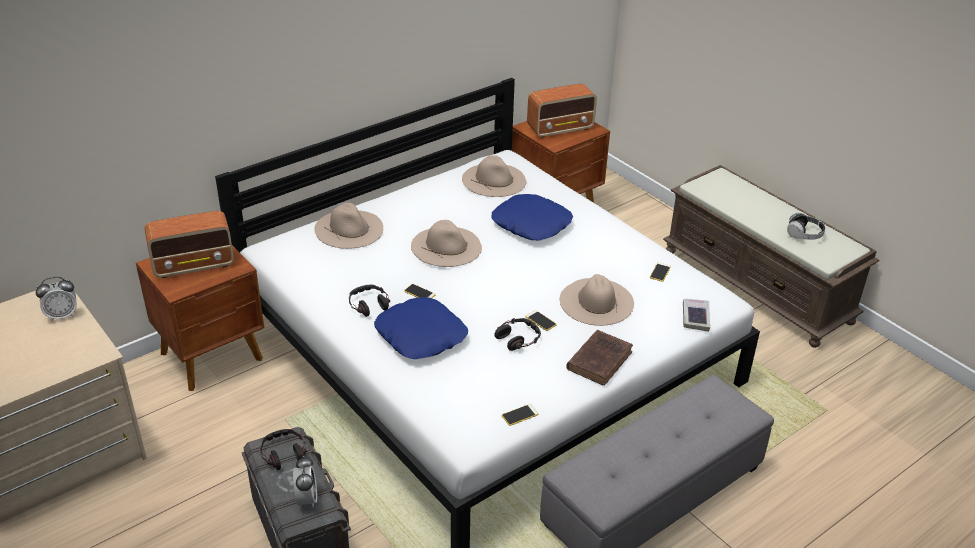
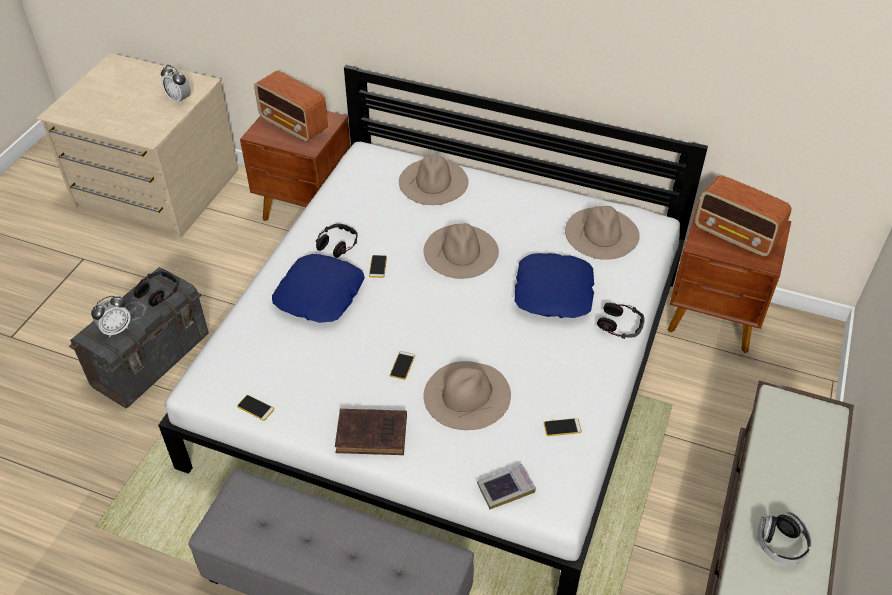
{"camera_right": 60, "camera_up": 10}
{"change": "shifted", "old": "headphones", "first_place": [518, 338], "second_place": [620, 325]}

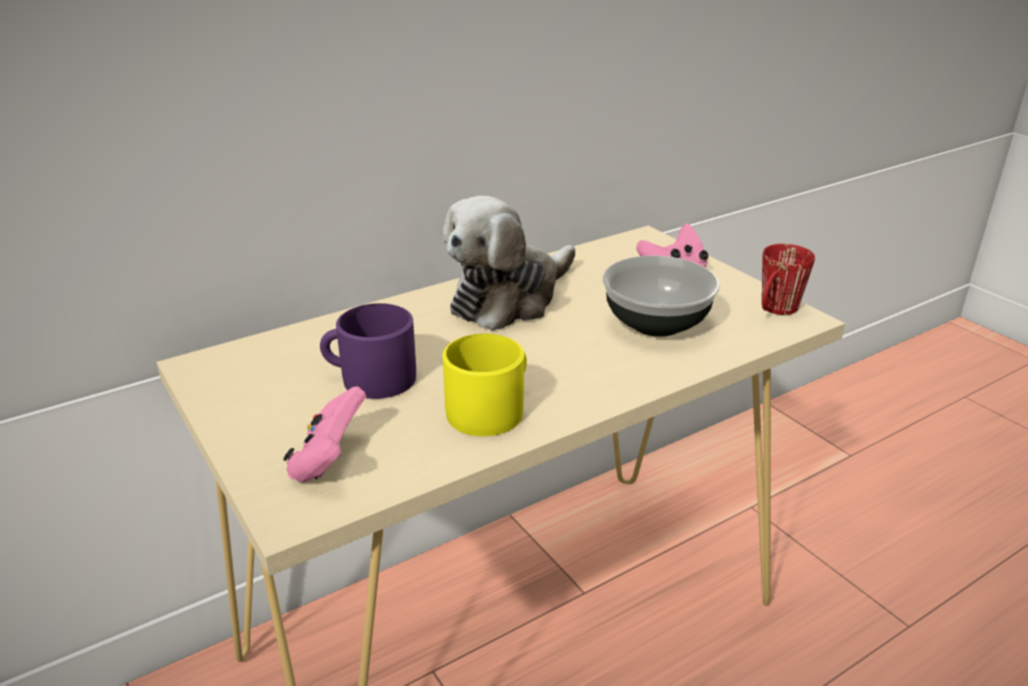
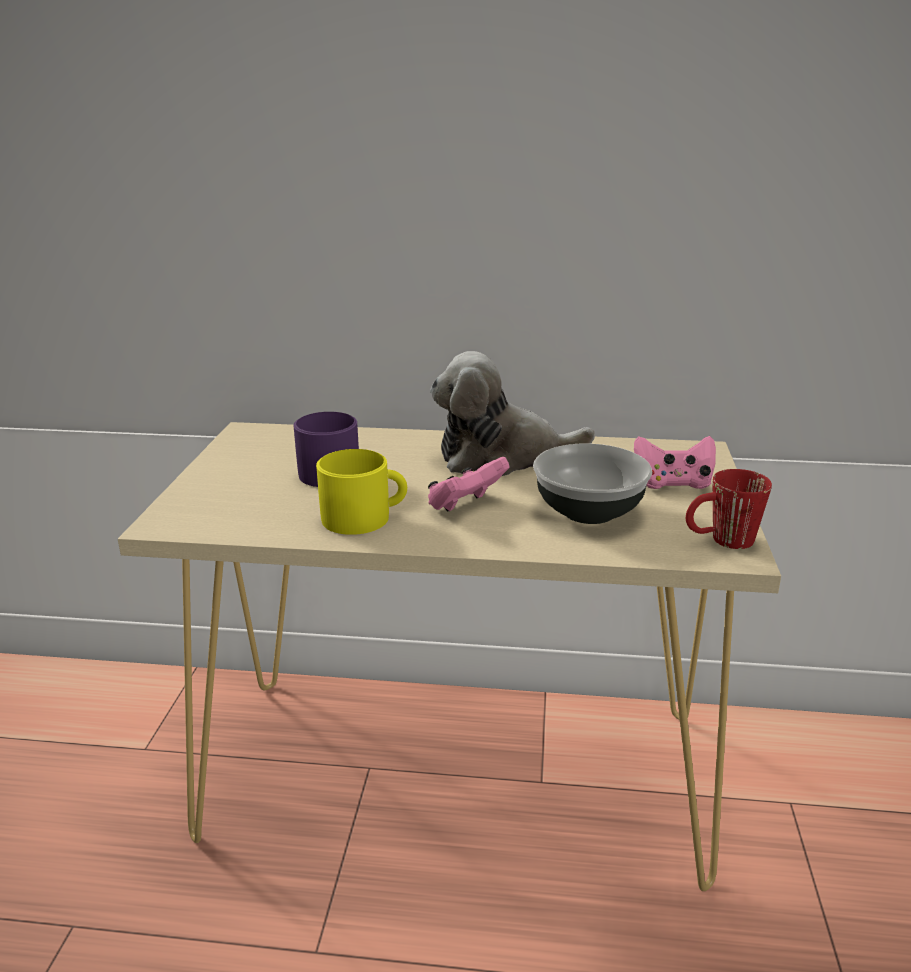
{"camera_right": 40, "camera_up": -5}
{"change": "shifted", "old": "pink game controller", "first_place": [328, 461], "second_place": [465, 505]}

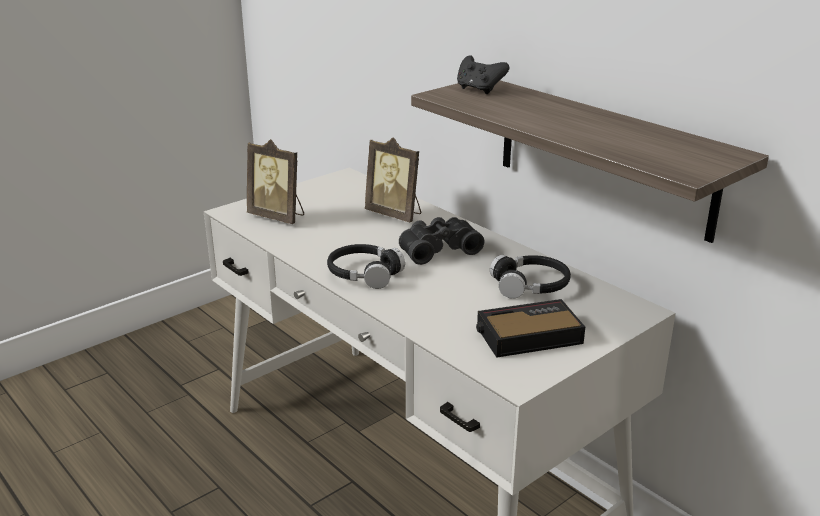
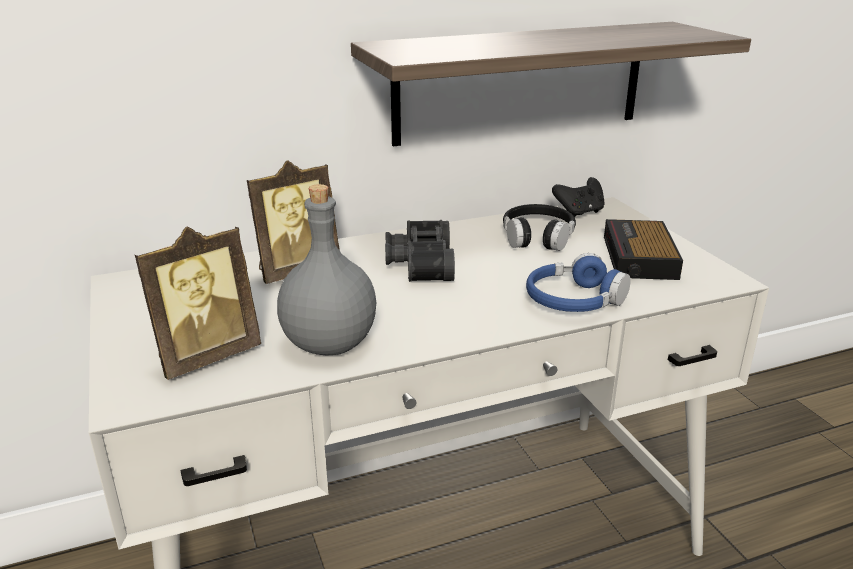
{"camera_right": -70, "camera_up": 0}
{"change": "gone", "old": "black headphones", "first_place": [364, 274]}
{"change": "new", "new": "grey bottle", "second_place": [328, 343]}
{"change": "new", "new": "blue headphones", "second_place": [574, 300]}
{"change": "shifted", "old": "black game controller", "first_place": [479, 90], "second_place": [579, 213]}

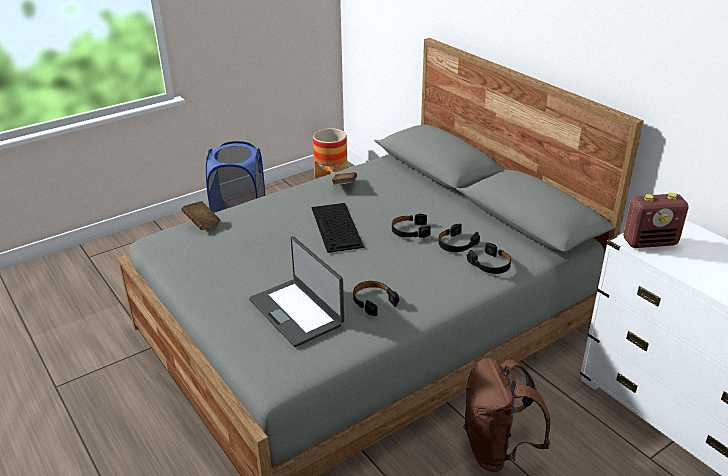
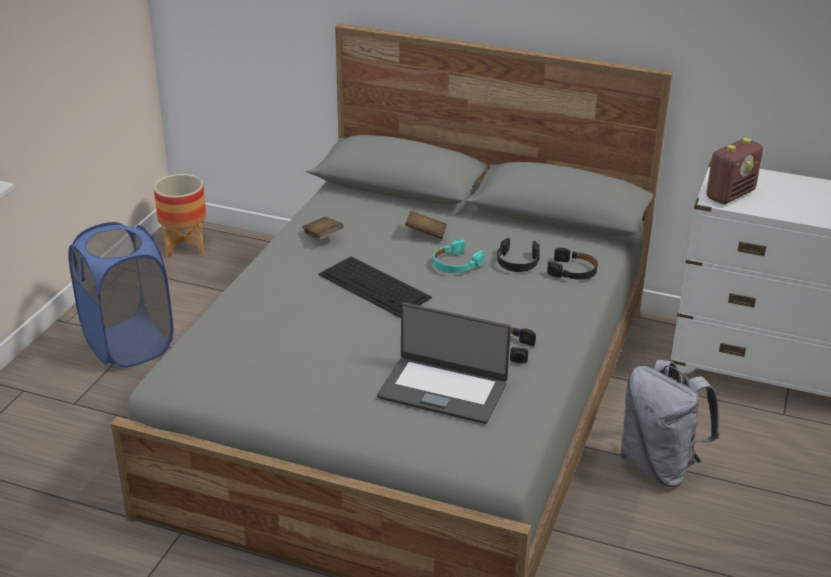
{"camera_right": -35, "camera_up": 0}
{"change": "shifted", "old": "brown book", "first_place": [202, 223], "second_place": [425, 235]}
{"change": "repainted", "old": "black headphones", "new": "turquoise headphones", "first_place": [410, 231], "second_place": [455, 264]}
{"change": "repainted", "old": "brown backpack", "new": "grey backpack", "first_place": [497, 450], "second_place": [659, 466]}

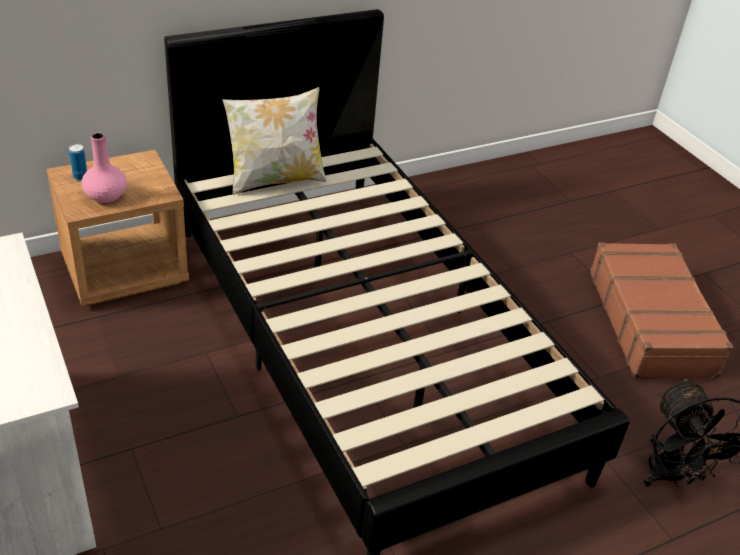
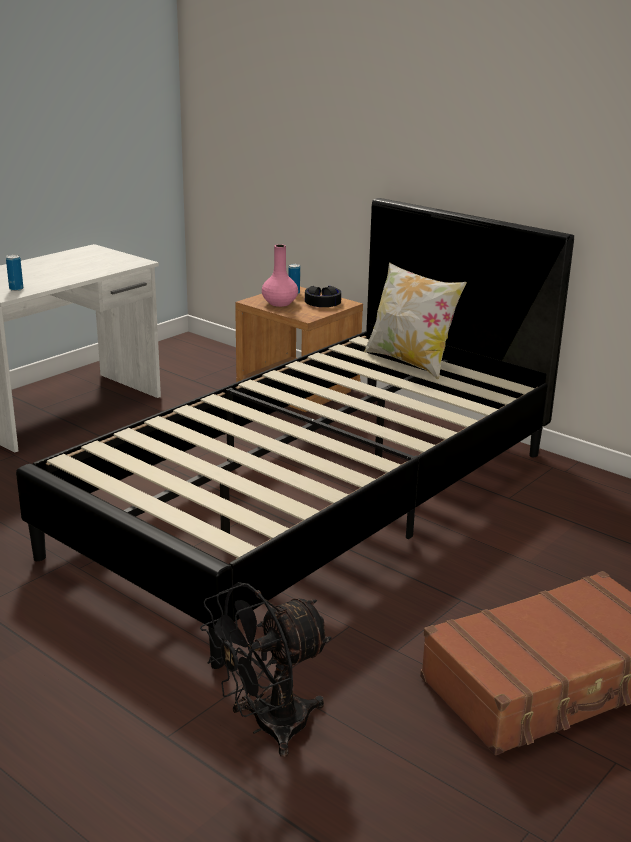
{"camera_right": 70, "camera_up": -15}
{"change": "new", "new": "can", "second_place": [16, 289]}
{"change": "new", "new": "black headphones", "second_place": [322, 302]}

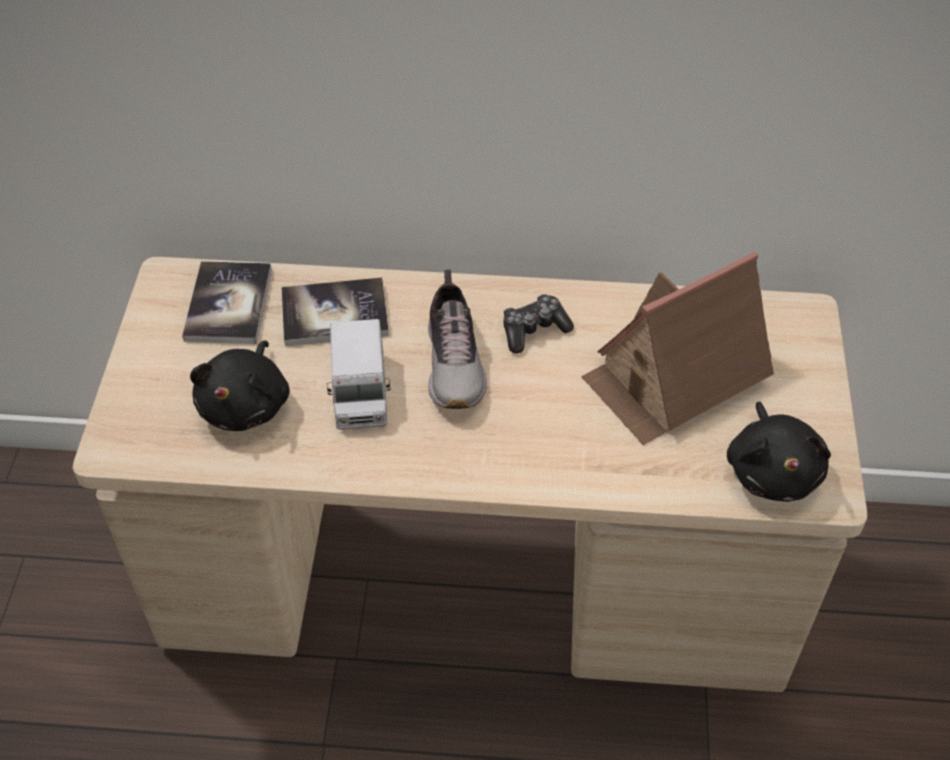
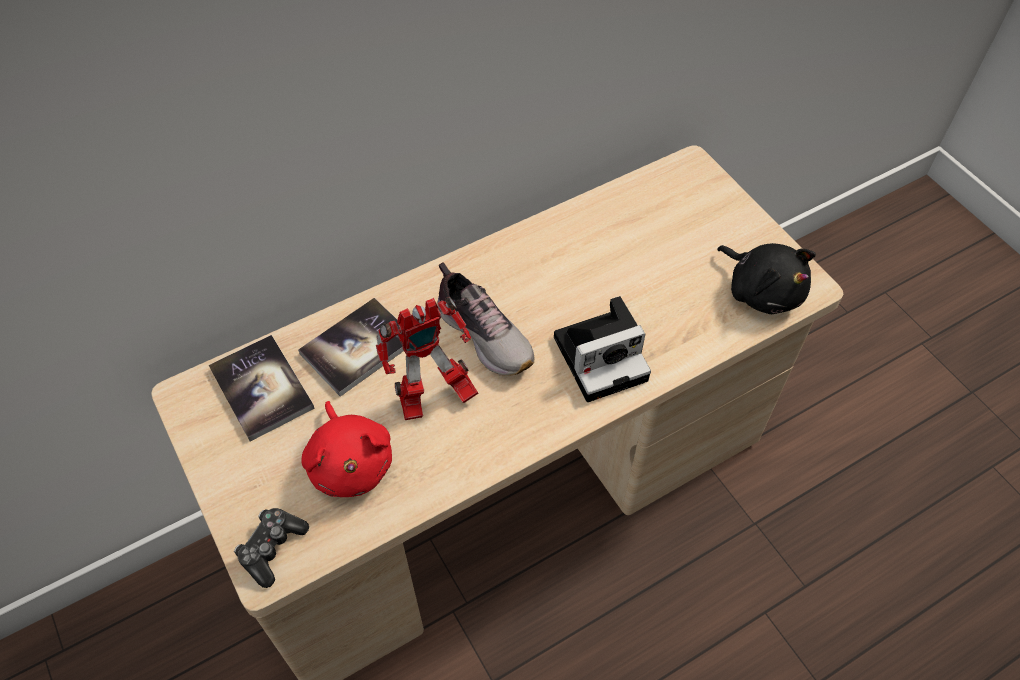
{"camera_right": -35, "camera_up": 5}
{"change": "gone", "old": "toy house", "first_place": [675, 377]}
{"change": "new", "new": "photo camera", "second_place": [603, 356]}
{"change": "shifted", "old": "game controller", "first_place": [534, 330], "second_place": [272, 548]}
{"change": "swapped", "old": "toy truck", "new": "toy robot", "first_place": [360, 392], "second_place": [433, 399]}
{"change": "repainted", "old": "black plush toy", "new": "red plush toy", "first_place": [247, 404], "second_place": [350, 463]}

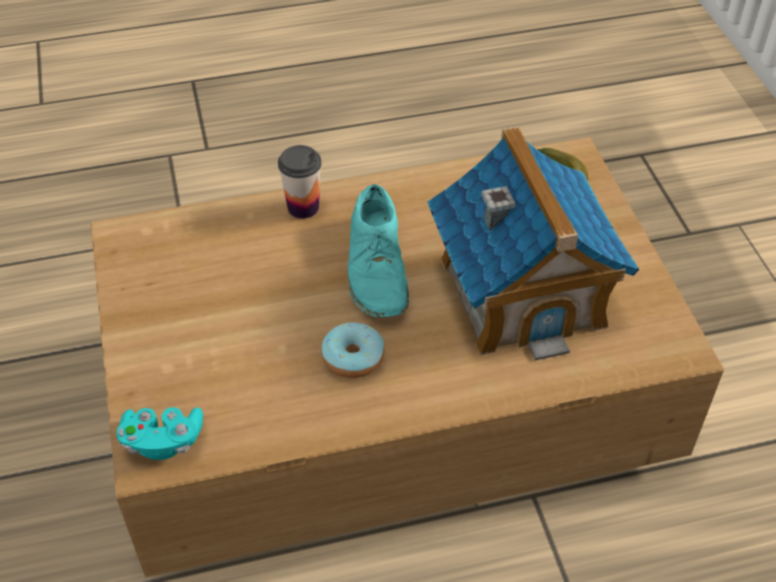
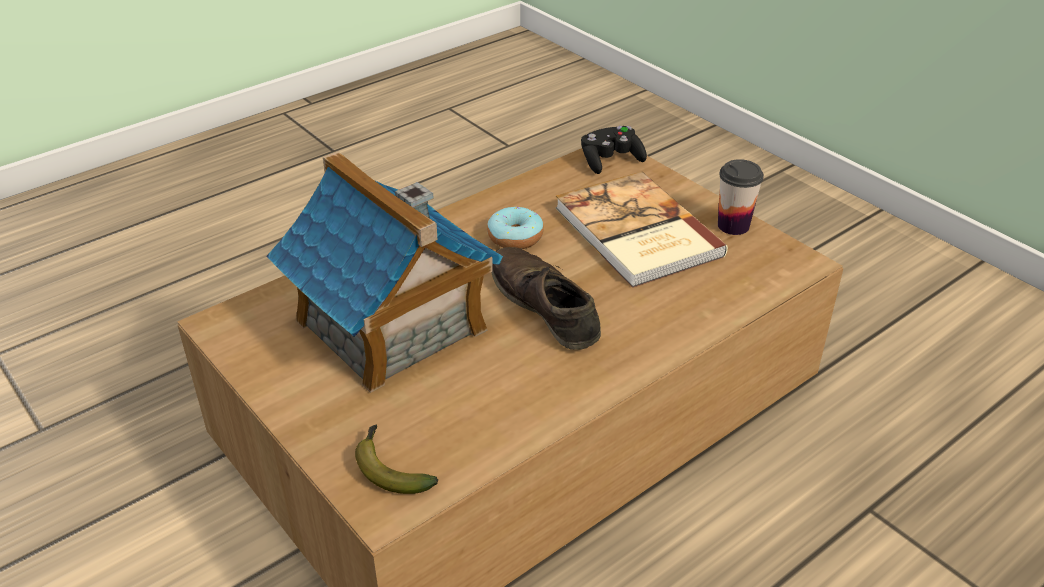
{"camera_right": 155, "camera_up": -10}
{"change": "new", "new": "book", "second_place": [635, 233]}
{"change": "shifted", "old": "cup", "first_place": [303, 207], "second_place": [733, 226]}
{"change": "repainted", "old": "turquoise game controller", "new": "black game controller", "first_place": [162, 441], "second_place": [610, 161]}
{"change": "repainted", "old": "turquoise shoe", "new": "brown shoe", "first_place": [377, 268], "second_place": [544, 306]}

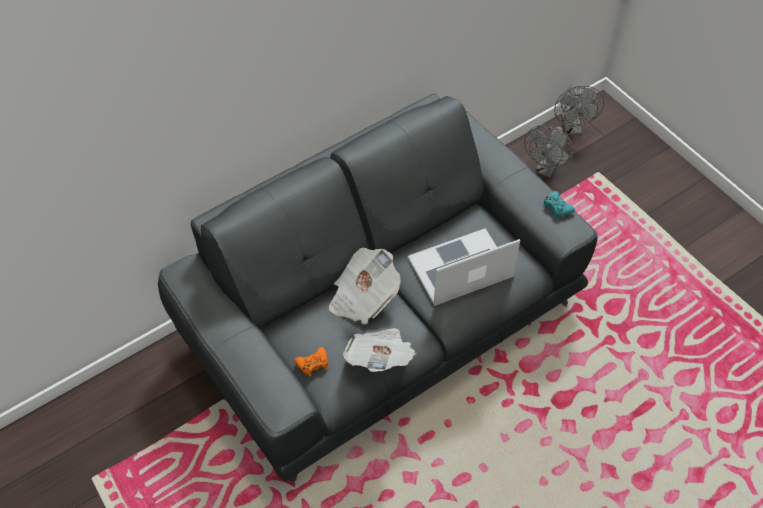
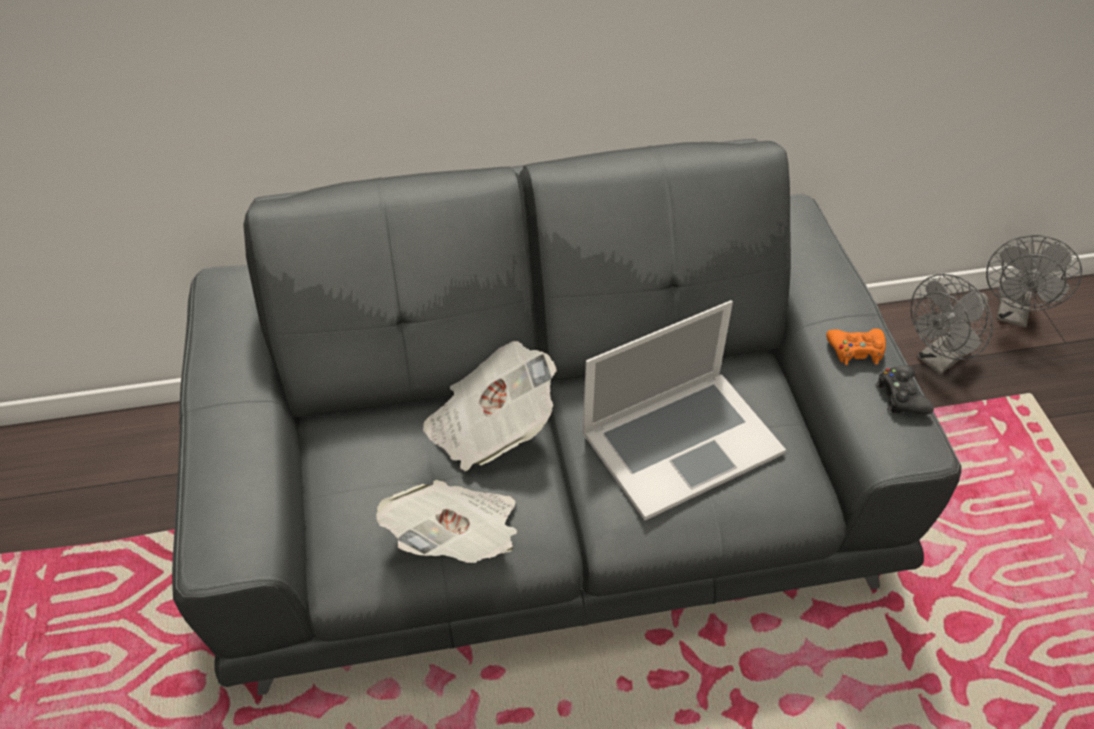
{"camera_right": 25, "camera_up": -5}
{"change": "shifted", "old": "orange game controller", "first_place": [313, 364], "second_place": [856, 350]}
{"change": "repainted", "old": "turquoise game controller", "new": "black game controller", "first_place": [557, 207], "second_place": [901, 396]}
{"change": "rotated", "old": "laptop", "first_place": [460, 268], "second_place": [681, 442], "degrees": 150}

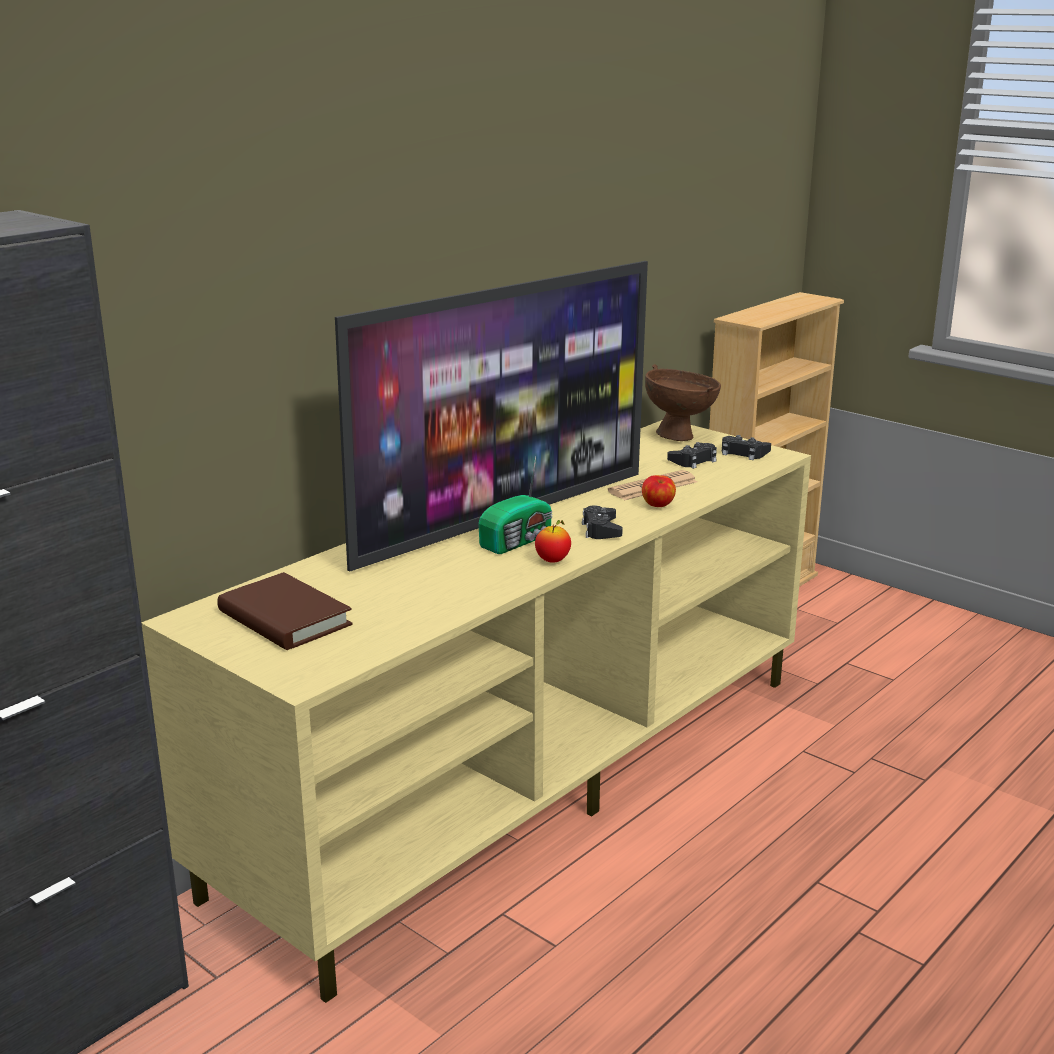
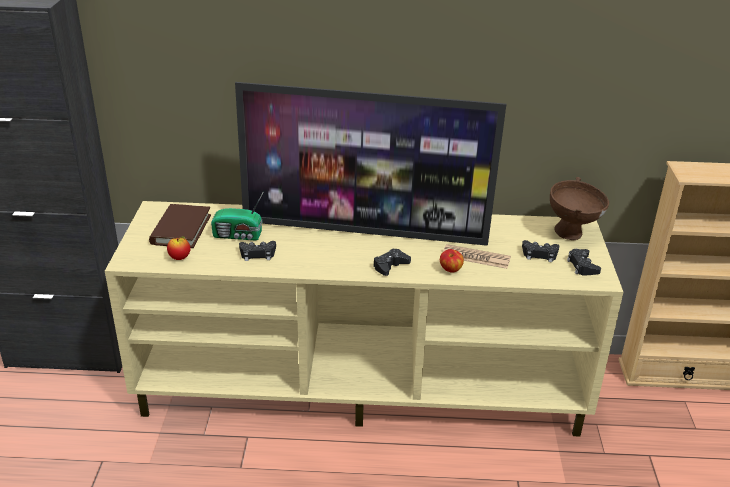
{"camera_right": 50, "camera_up": 10}
{"change": "new", "new": "black game controller", "second_place": [257, 254]}
{"change": "shifted", "old": "radio", "first_place": [519, 541], "second_place": [238, 235]}
{"change": "shifted", "old": "apple", "first_place": [553, 561], "second_place": [180, 258]}

